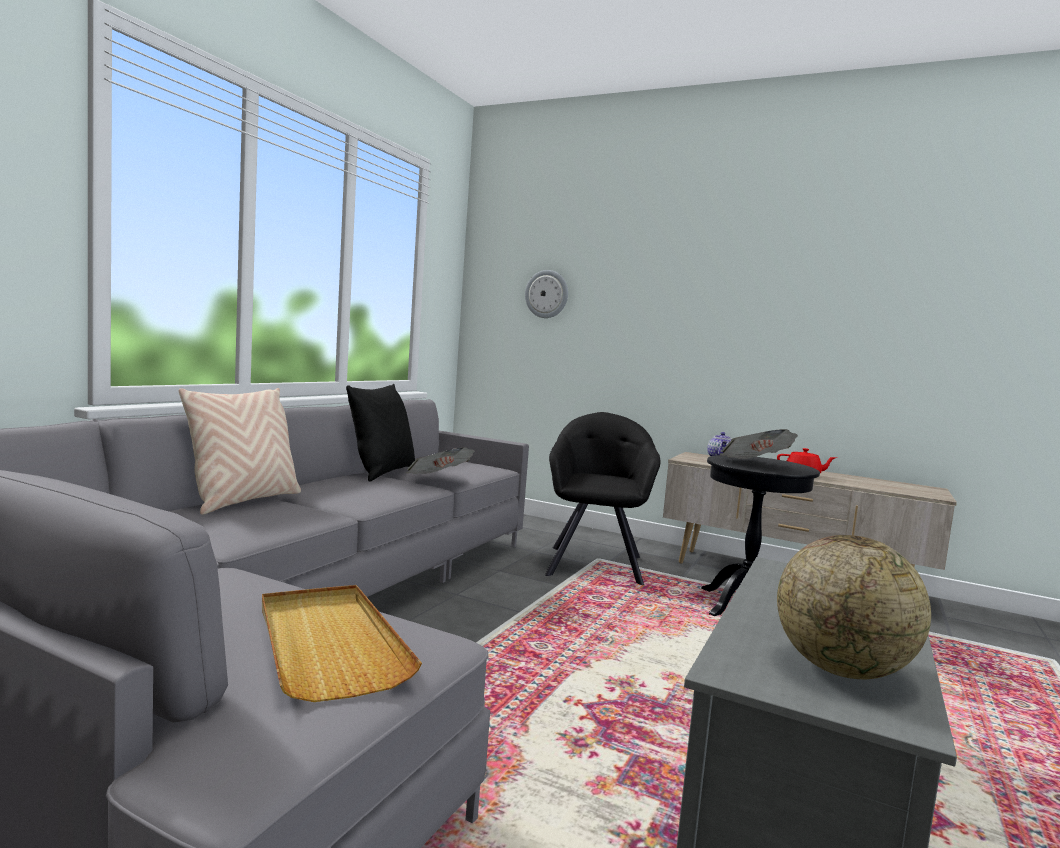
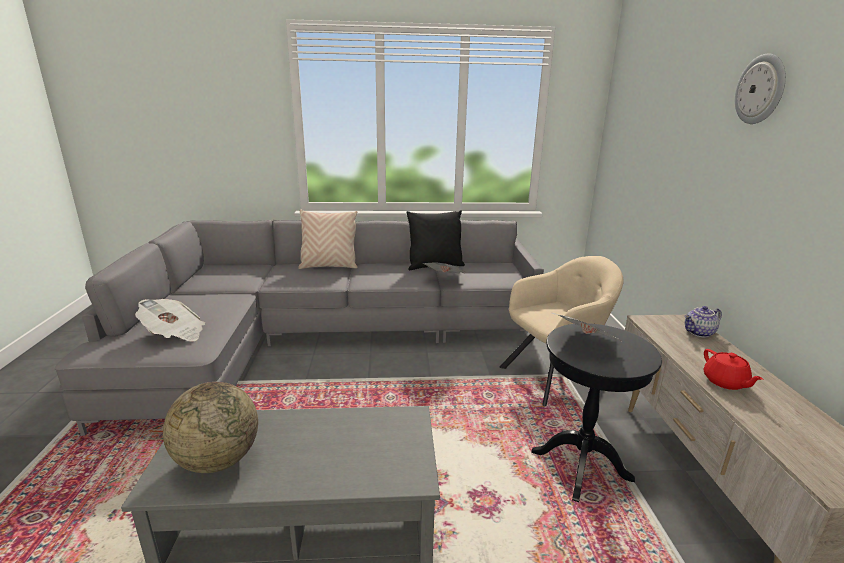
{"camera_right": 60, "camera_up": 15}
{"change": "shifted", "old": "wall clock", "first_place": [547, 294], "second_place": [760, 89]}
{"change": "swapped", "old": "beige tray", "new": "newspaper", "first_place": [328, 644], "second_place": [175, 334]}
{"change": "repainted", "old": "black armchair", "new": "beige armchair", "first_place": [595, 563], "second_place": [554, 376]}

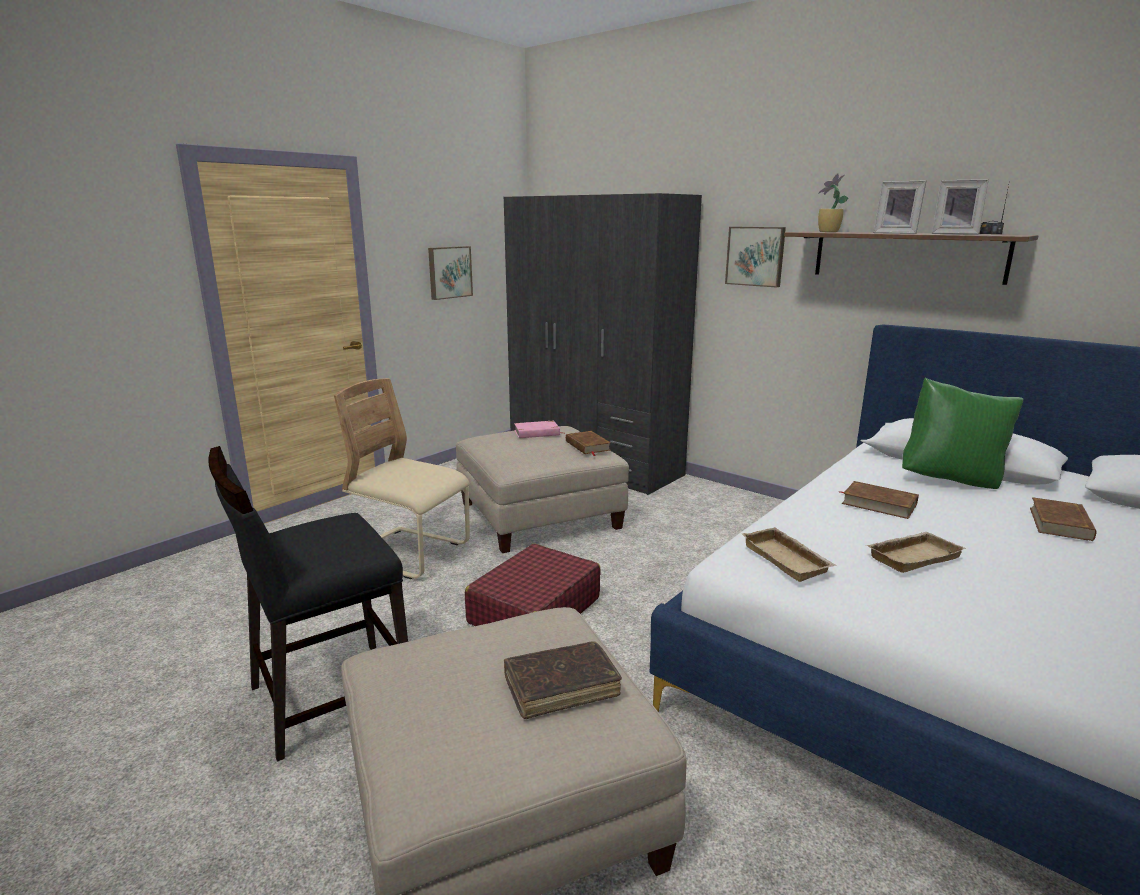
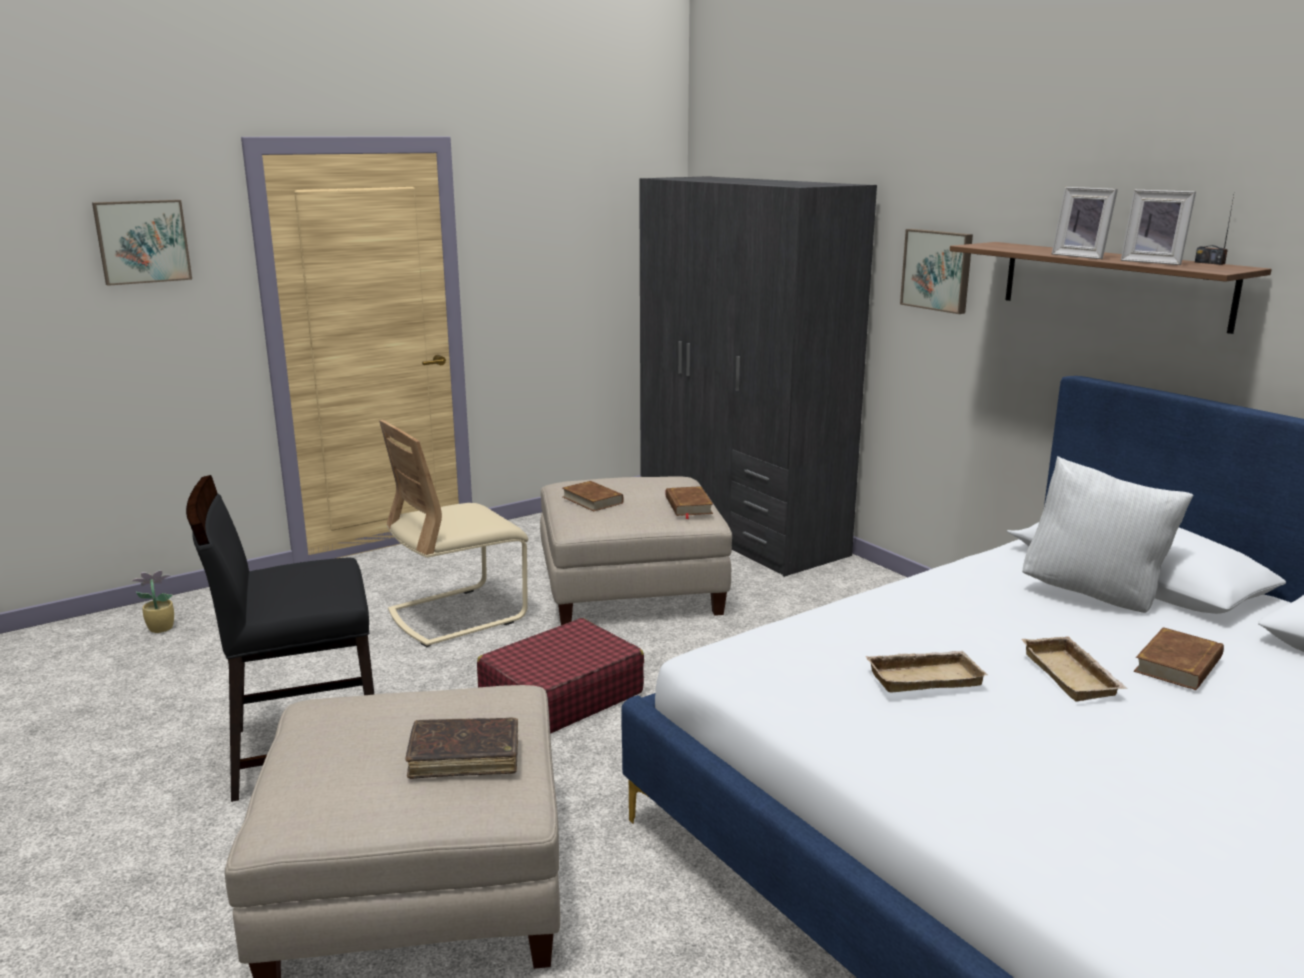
{"camera_right": 15, "camera_up": 0}
{"change": "gone", "old": "pink book", "first_place": [537, 433]}
{"change": "shifted", "old": "picture", "first_place": [449, 272], "second_place": [142, 241]}
{"change": "shifted", "old": "beige tray", "first_place": [788, 559], "second_place": [1073, 676]}
{"change": "shifted", "old": "potted plant", "first_place": [827, 232], "second_place": [159, 628]}
{"change": "shifted", "old": "brown book", "first_place": [878, 504], "second_place": [592, 500]}
{"change": "repainted", "old": "green pillow", "new": "white pillow", "first_place": [951, 480], "second_place": [1094, 595]}
{"change": "rotated", "old": "beige chair", "first_place": [410, 554], "second_place": [457, 615], "degrees": -75}

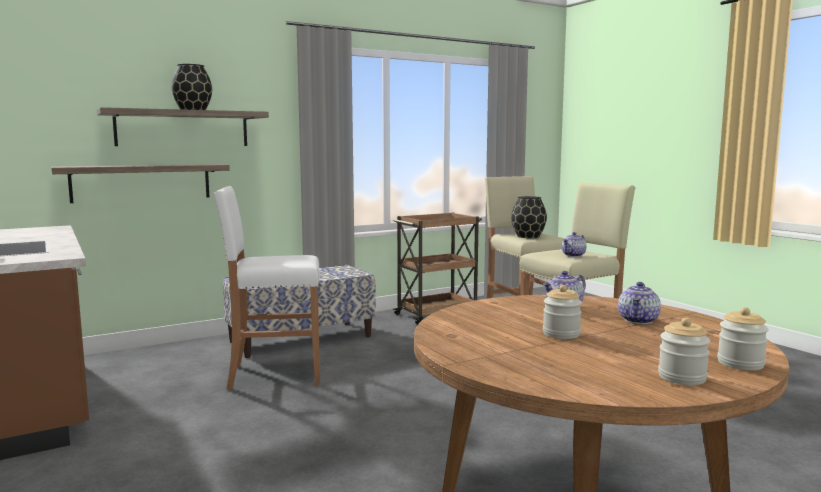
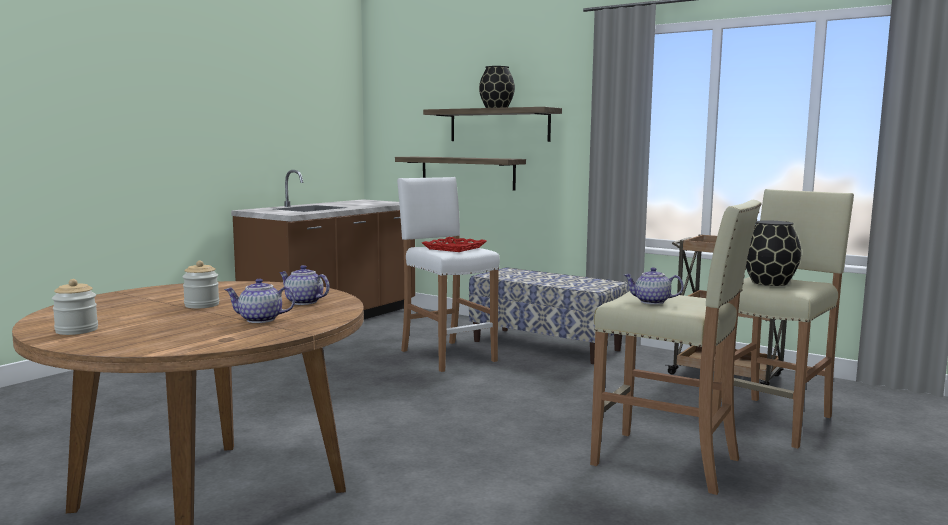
{"camera_right": 65, "camera_up": 0}
{"change": "gone", "old": "jar", "first_place": [740, 363]}
{"change": "new", "new": "red tray", "second_place": [454, 248]}

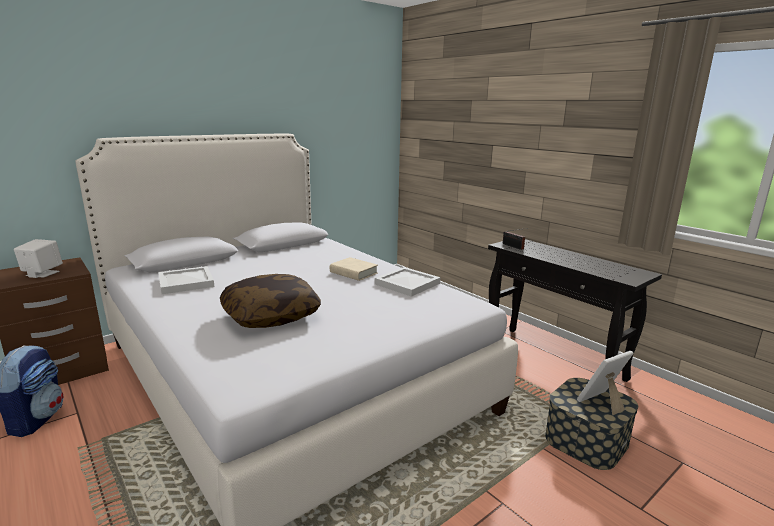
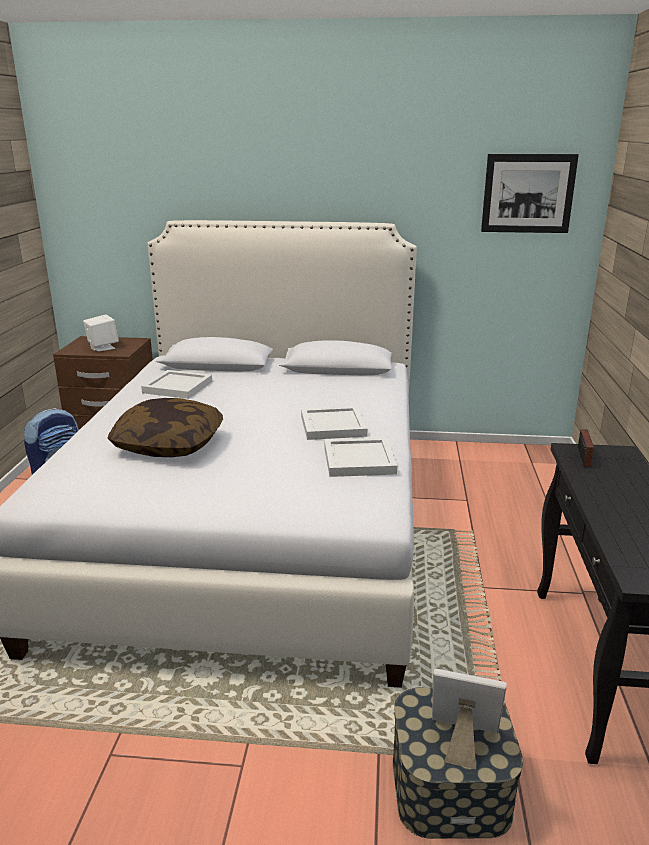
{"camera_right": 45, "camera_up": 5}
{"change": "new", "new": "picture", "second_place": [528, 193]}
{"change": "swapped", "old": "beige book", "new": "white tray", "first_place": [353, 273], "second_place": [332, 426]}

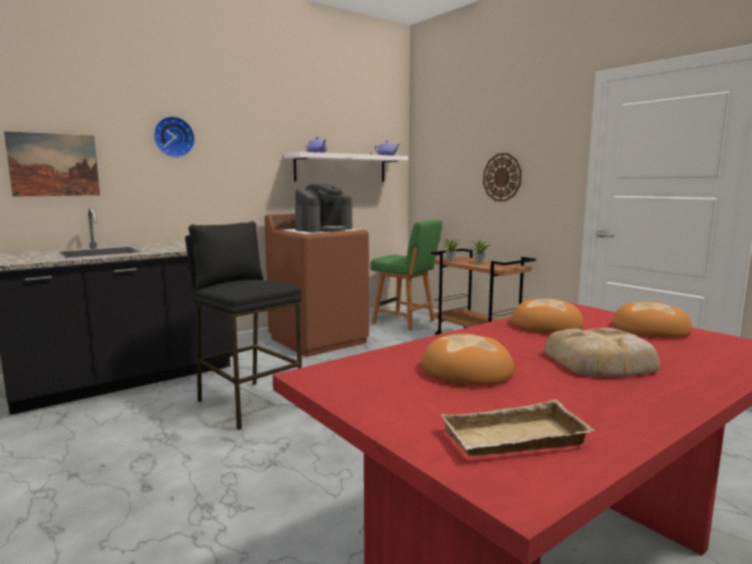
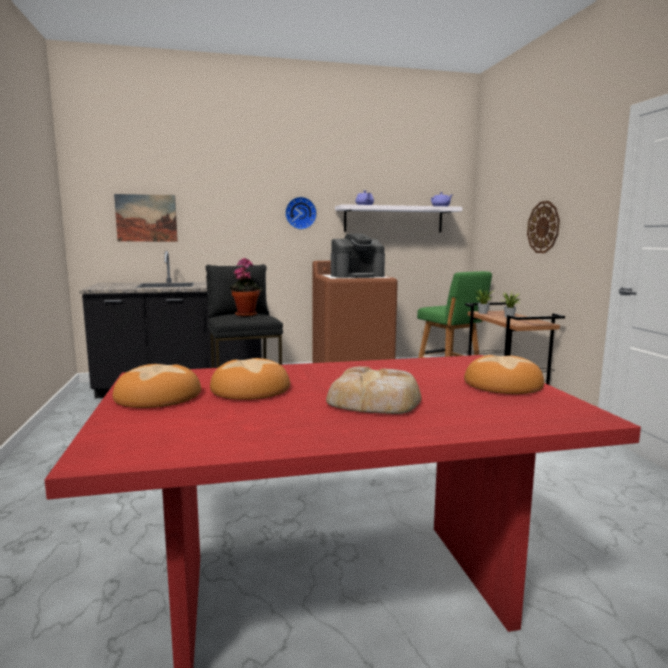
{"camera_right": 25, "camera_up": 0}
{"change": "gone", "old": "beige tray", "first_place": [514, 441]}
{"change": "new", "new": "potted plant", "second_place": [245, 315]}
{"change": "shifted", "old": "wall clock", "first_place": [173, 137], "second_place": [300, 213]}
{"change": "shifted", "old": "bread", "first_place": [546, 325], "second_place": [159, 396]}

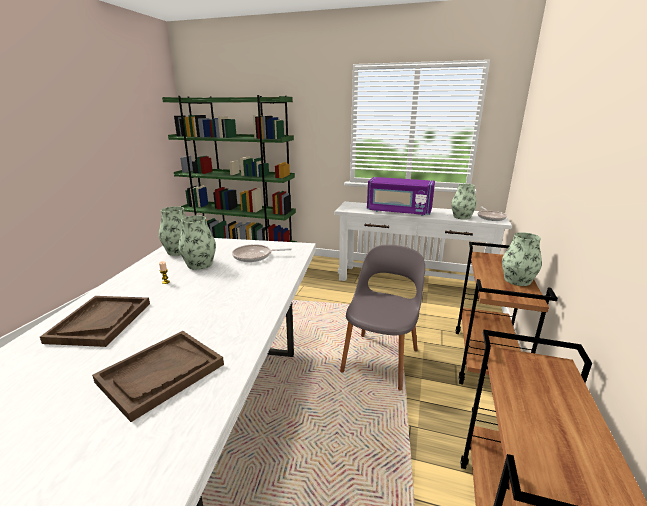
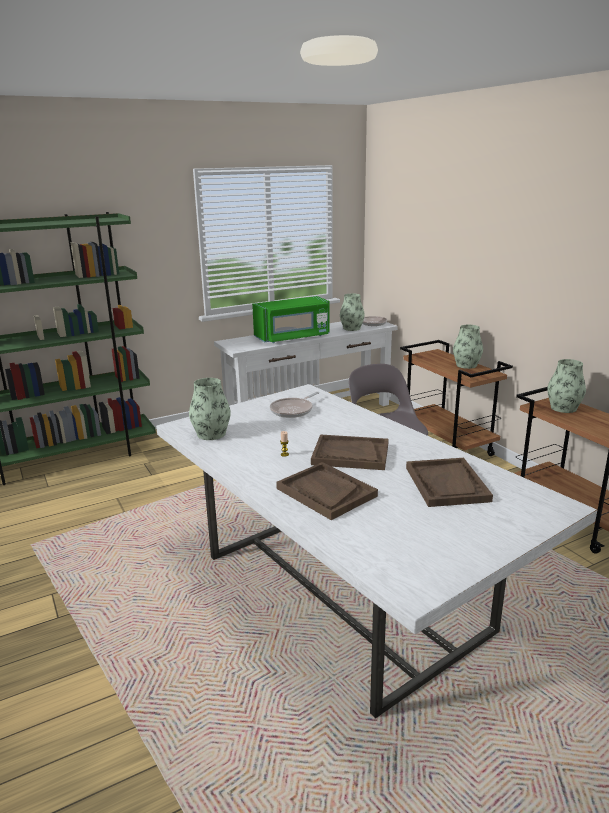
{"camera_right": -45, "camera_up": 0}
{"change": "new", "new": "brown tray", "second_place": [350, 454]}
{"change": "shifted", "old": "vase", "first_place": [200, 264], "second_place": [563, 408]}
{"change": "repainted", "old": "purple microwave", "new": "green microwave", "first_place": [398, 211], "second_place": [292, 337]}

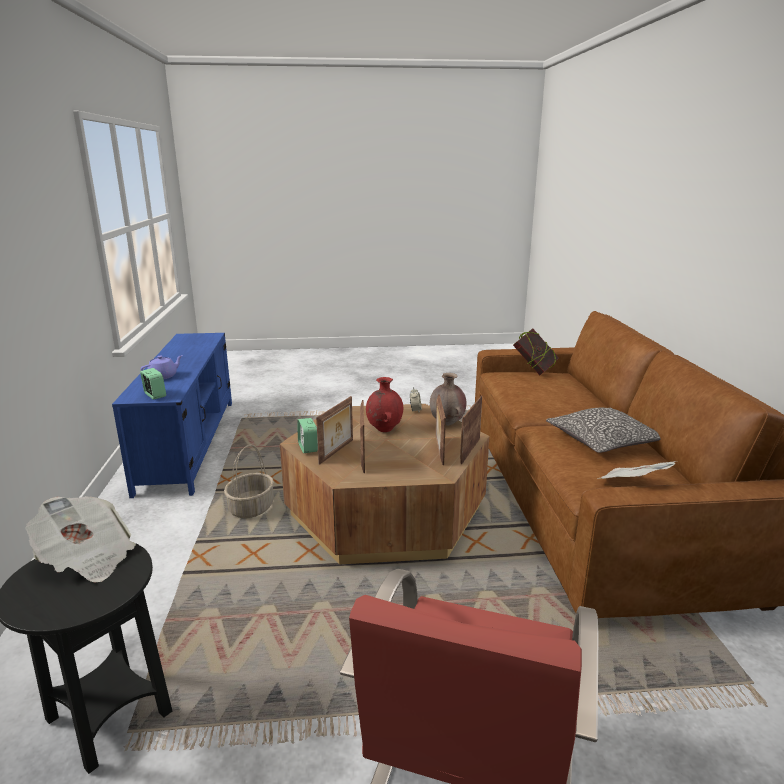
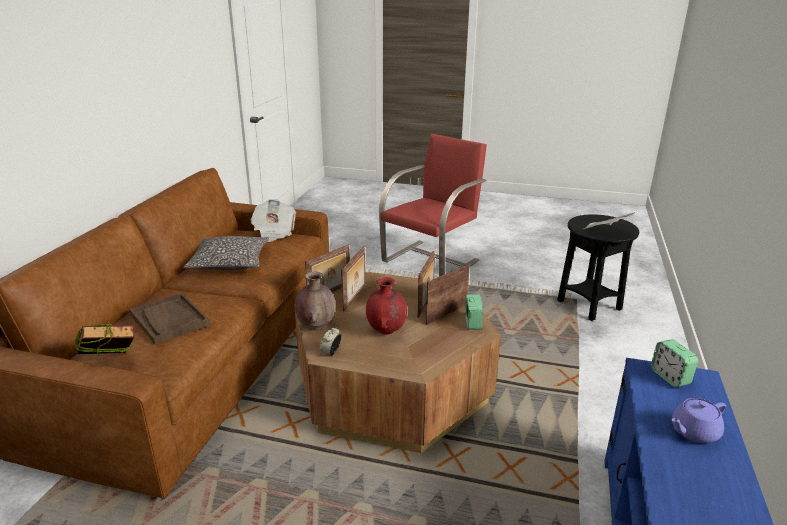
{"camera_right": -160, "camera_up": 5}
{"change": "gone", "old": "basket", "first_place": [251, 508]}
{"change": "new", "new": "brown tray", "second_place": [169, 320]}

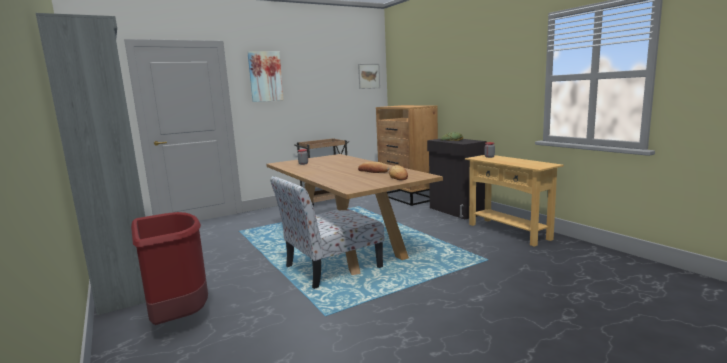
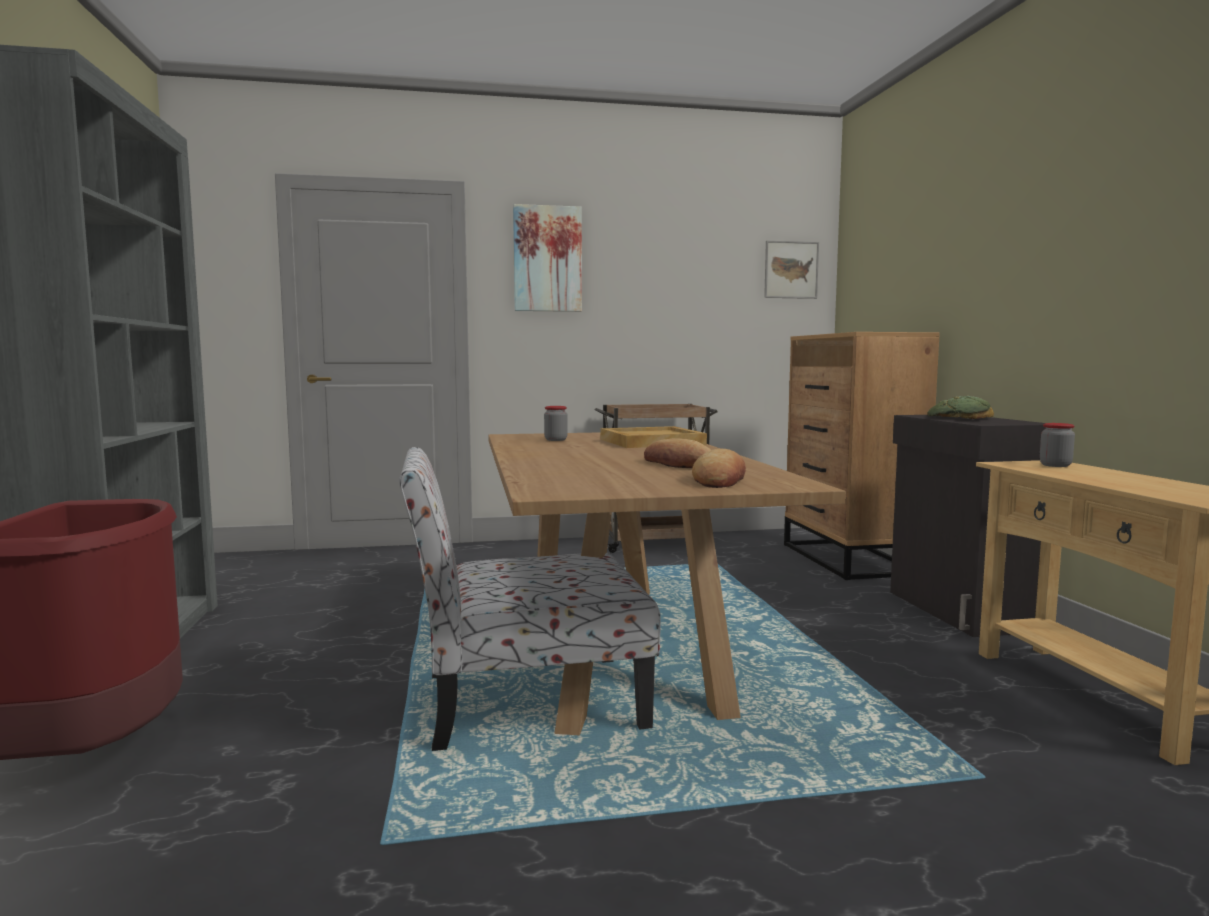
{"camera_right": 20, "camera_up": -5}
{"change": "new", "new": "beige tray", "second_place": [651, 442]}

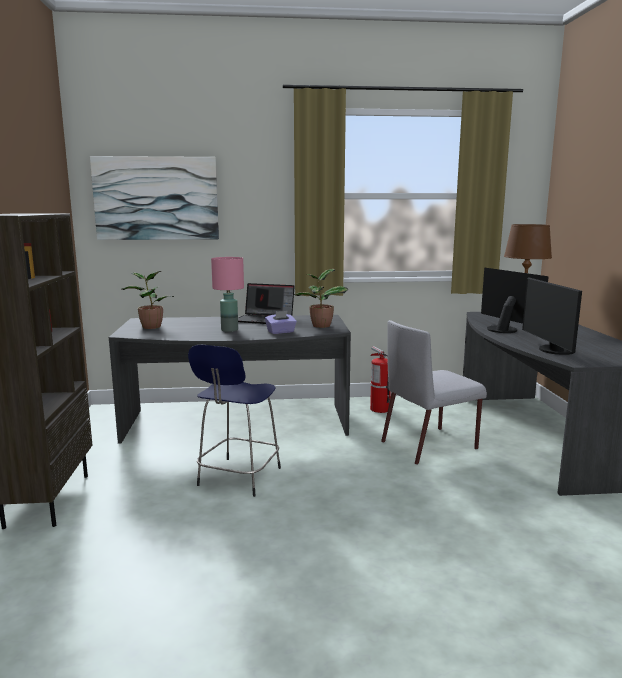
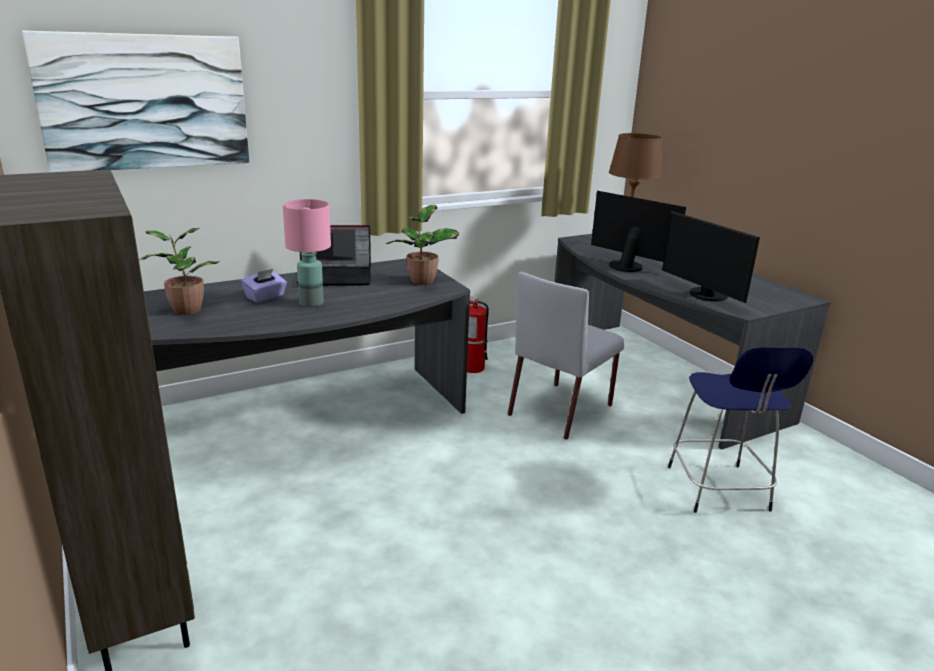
{"camera_right": -25, "camera_up": 10}
{"change": "shifted", "old": "blue stool", "first_place": [238, 478], "second_place": [718, 490]}
{"change": "shifted", "old": "purple tissue box", "first_place": [281, 332], "second_place": [265, 297]}

